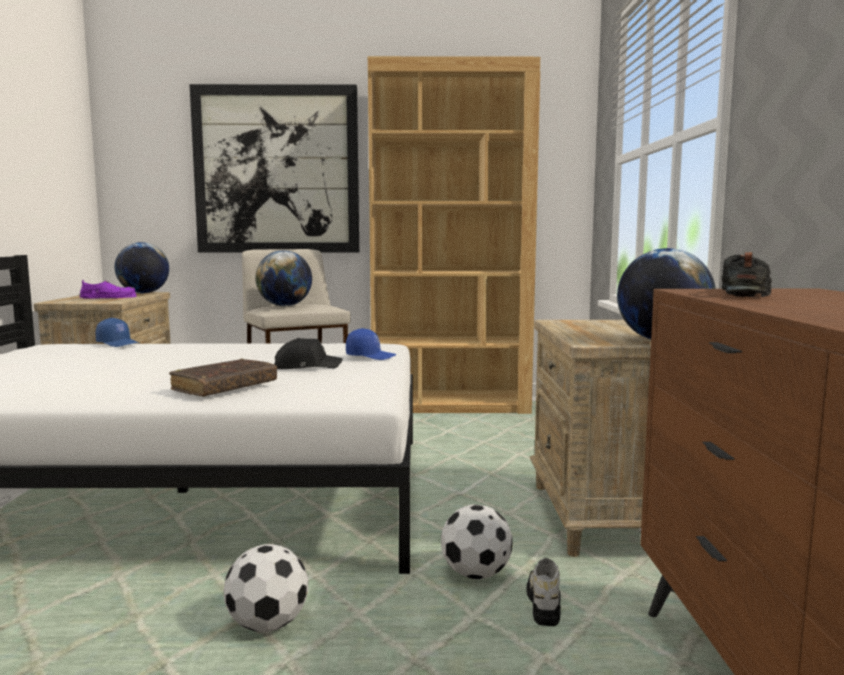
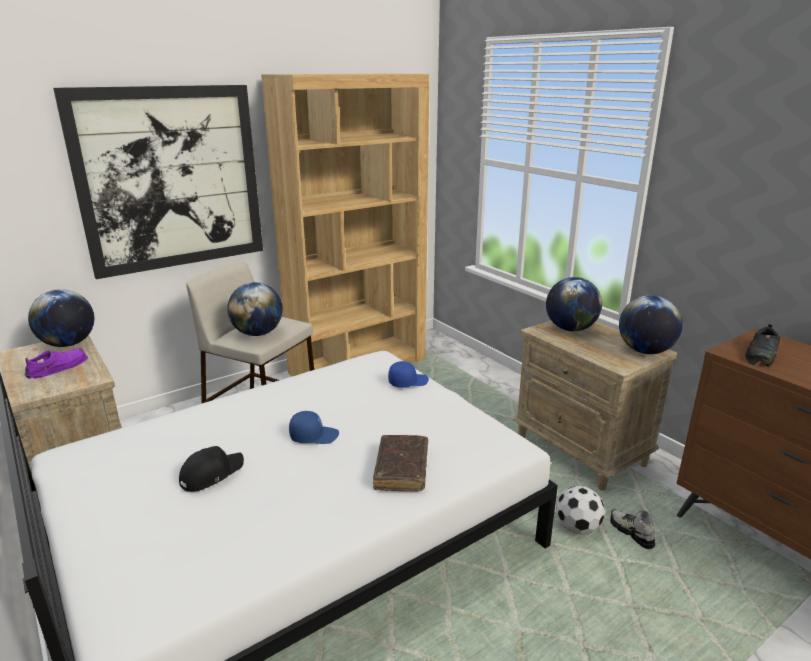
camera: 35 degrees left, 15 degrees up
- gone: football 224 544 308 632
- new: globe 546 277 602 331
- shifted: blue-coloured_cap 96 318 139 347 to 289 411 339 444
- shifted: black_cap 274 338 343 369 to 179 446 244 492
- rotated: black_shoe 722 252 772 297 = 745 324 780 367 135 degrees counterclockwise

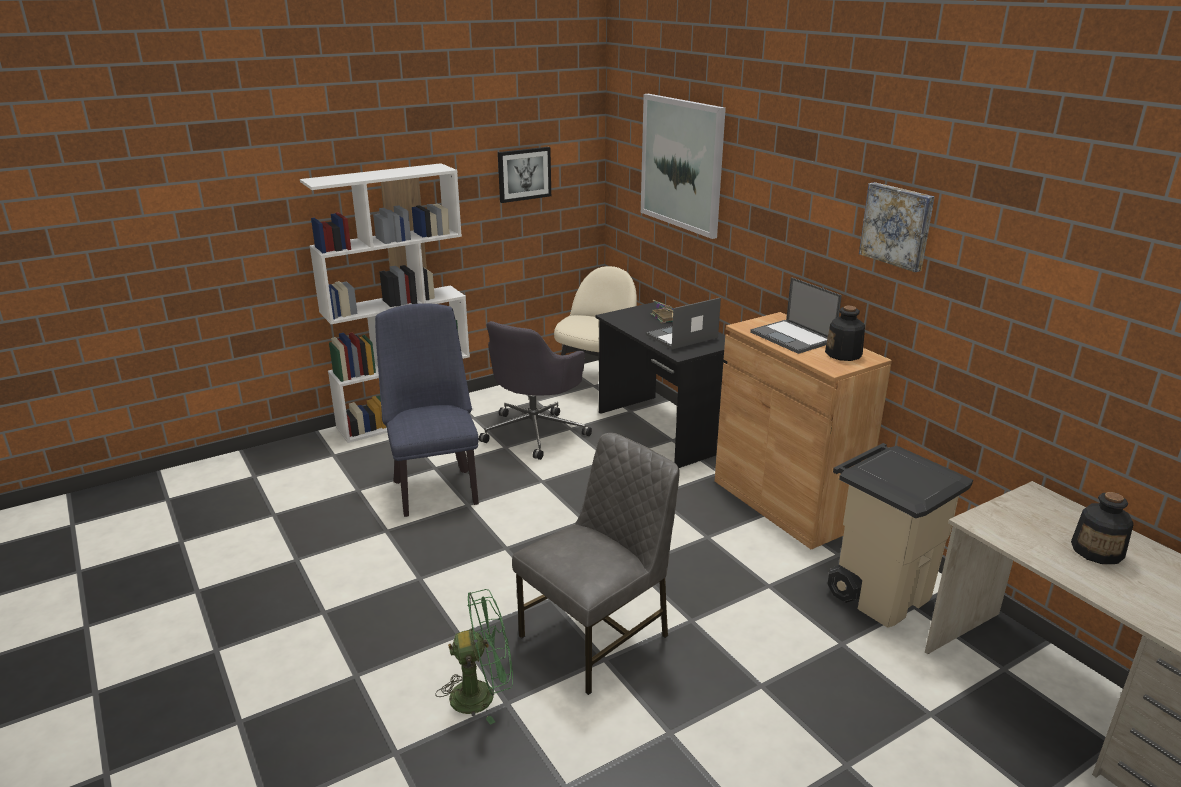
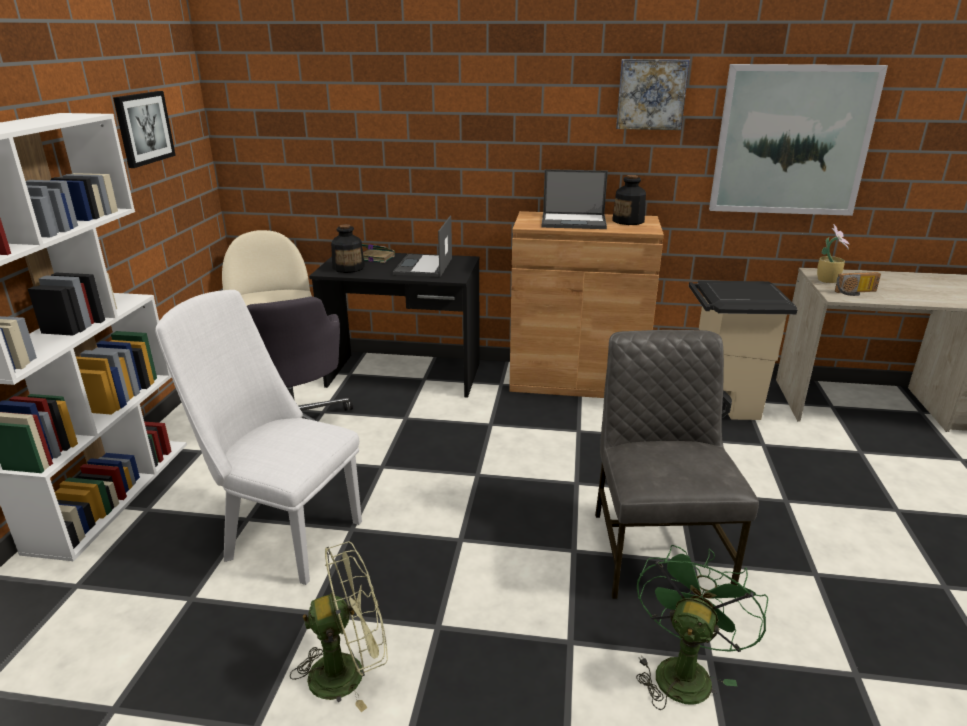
camera: 50 degrees left, 0 degrees up
- new: green_electric_fan 290 542 388 712
- new: houseplant 817 224 850 283
- new: radio_set 835 272 881 296
- shifted: wall_picture 641 94 726 239 to 709 64 888 216
- shifted: bottle 1071 492 1134 564 to 331 224 365 273
- repainted: blue-coloured_upright_chair 375 303 479 517 to white-coloured_upright_chair 155 290 362 585

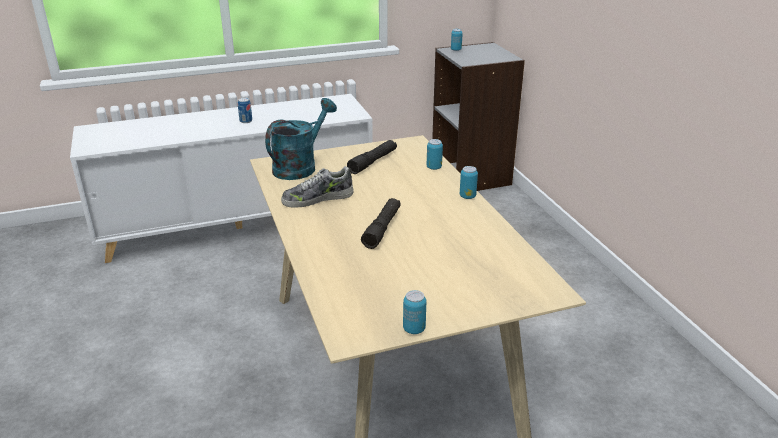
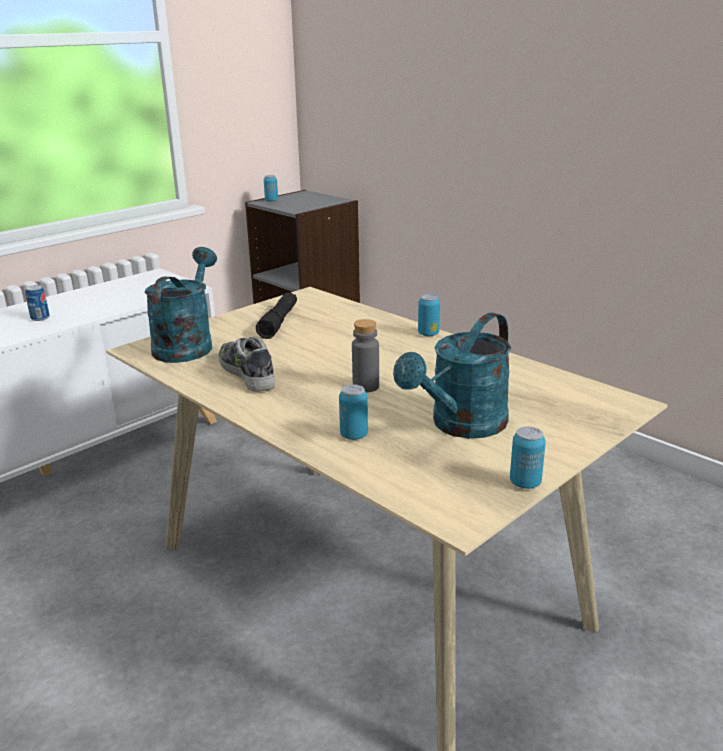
camera: 25 degrees left, 5 degrees down
- new: blue-green_watering_pot 393 312 511 439
- shifted: metal_can 427 139 443 170 to 339 384 368 440
- swapped: black_flashlight 361 198 401 249 to gray_bottle 352 319 379 392
- rotated: shoe 281 166 354 208 = 218 337 275 392 105 degrees clockwise

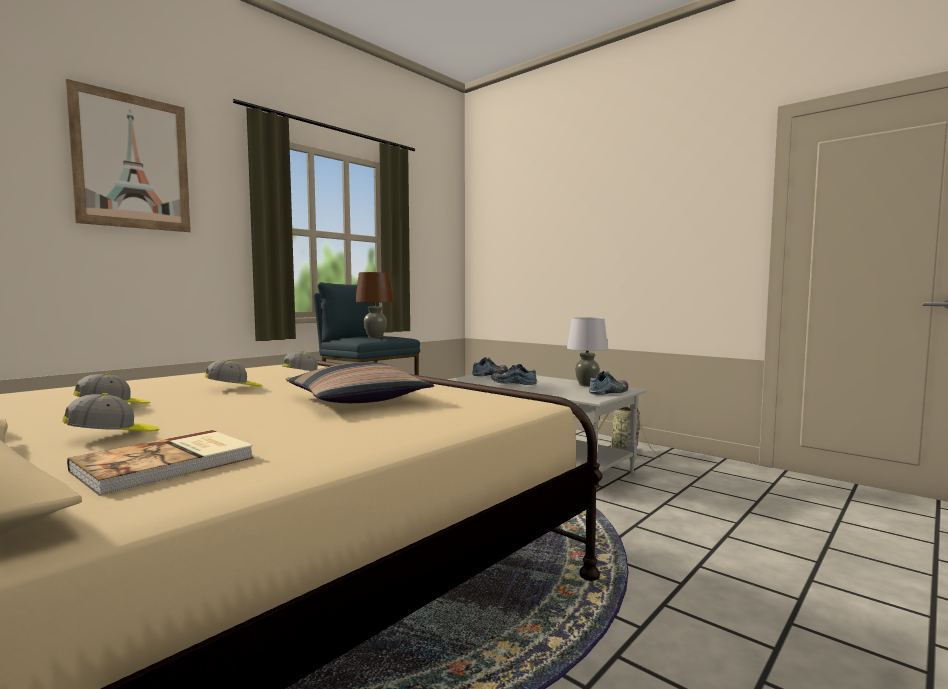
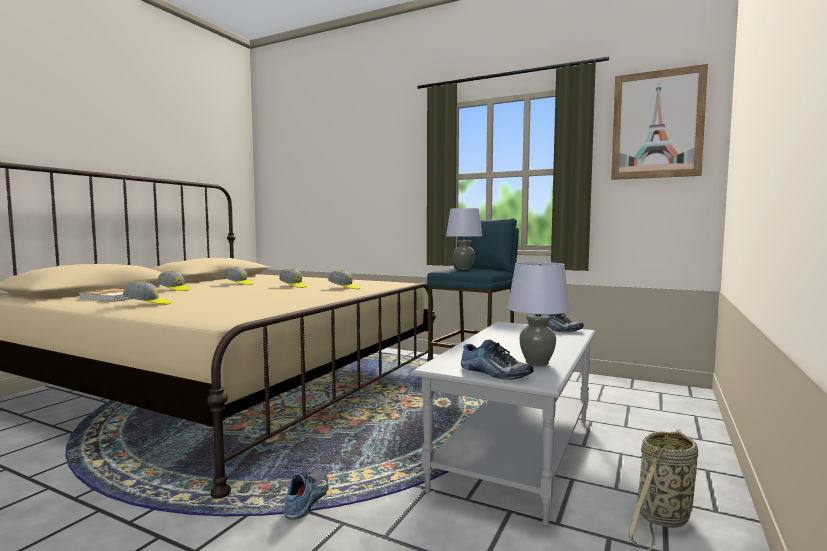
camera: 75 degrees right, 0 degrees up
- gone: pillow 286 362 434 403
- new: cap 123 281 171 304
- shifted: wall_picture 65 79 191 232 to 611 64 708 180
- shifted: shoe 491 364 537 385 to 284 470 329 520
- repainted: brownish_lamp_for_a_table 355 272 394 338 to gray_lamp_for_a_table 446 208 482 270

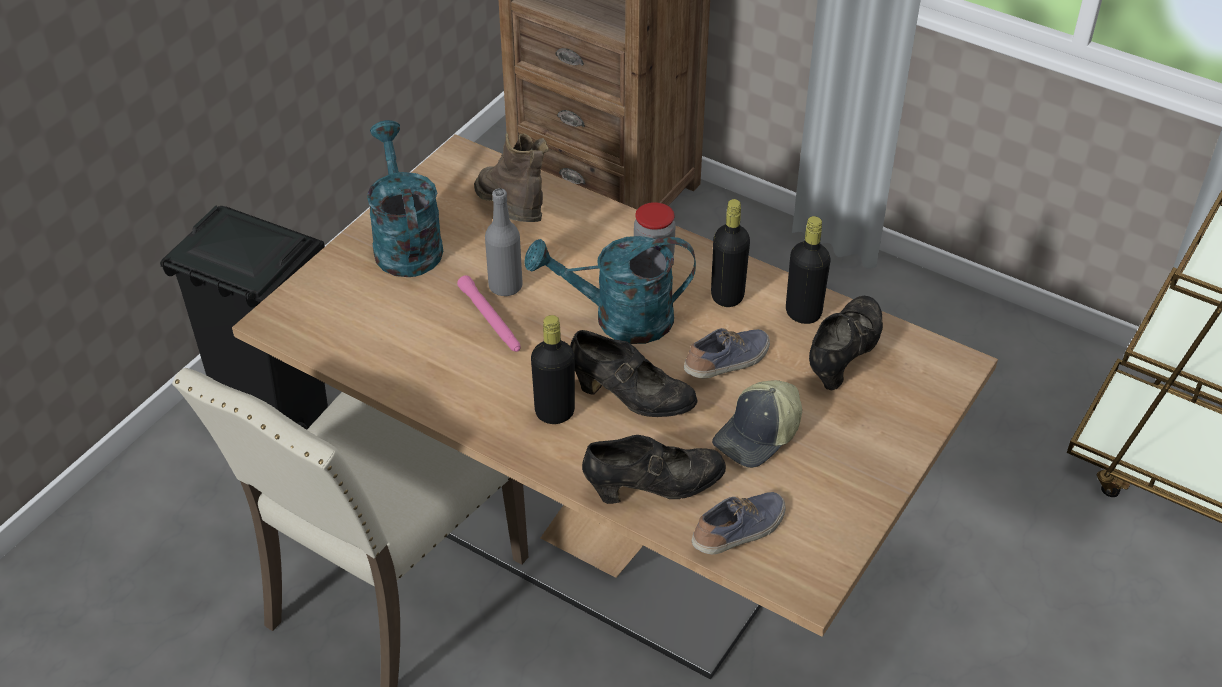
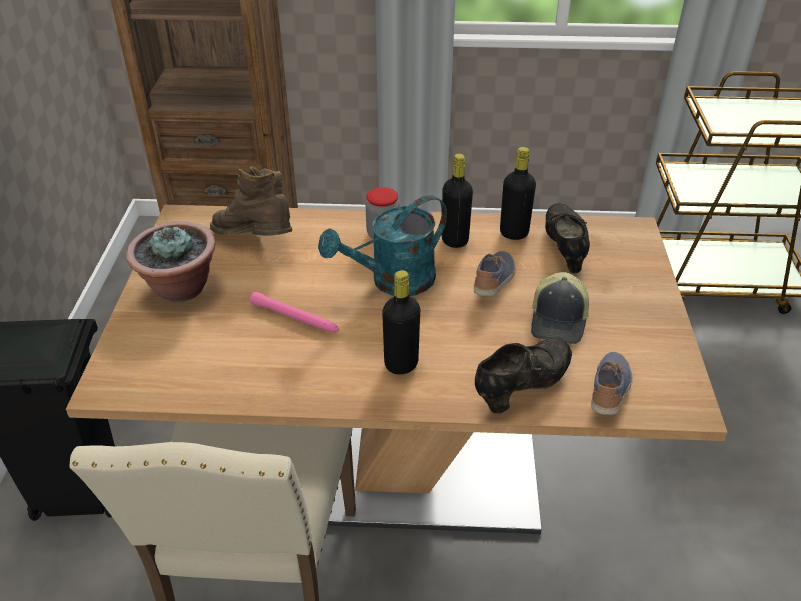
camera: 30 degrees left, 5 degrees down
- gone: gray_bottle 485 188 523 297
- gone: black_shoe 570 330 698 417
- swapped: blue-green_watering_pot 367 120 443 277 to houseplant 126 221 216 302

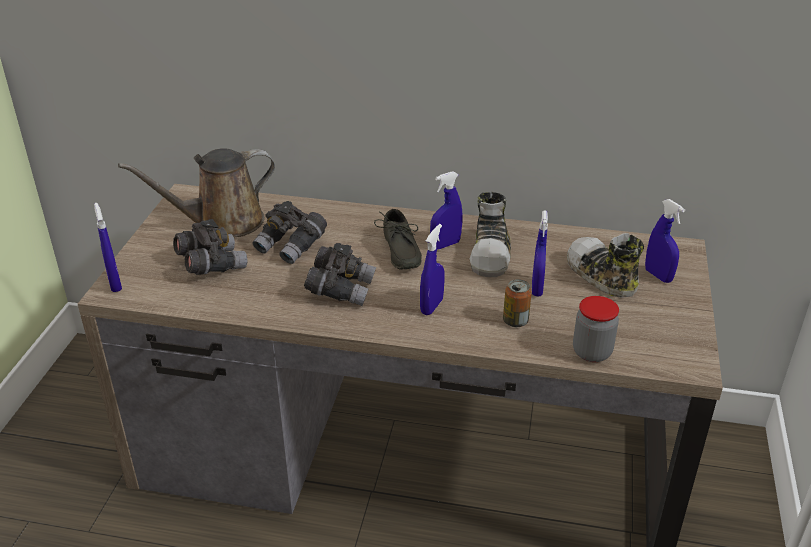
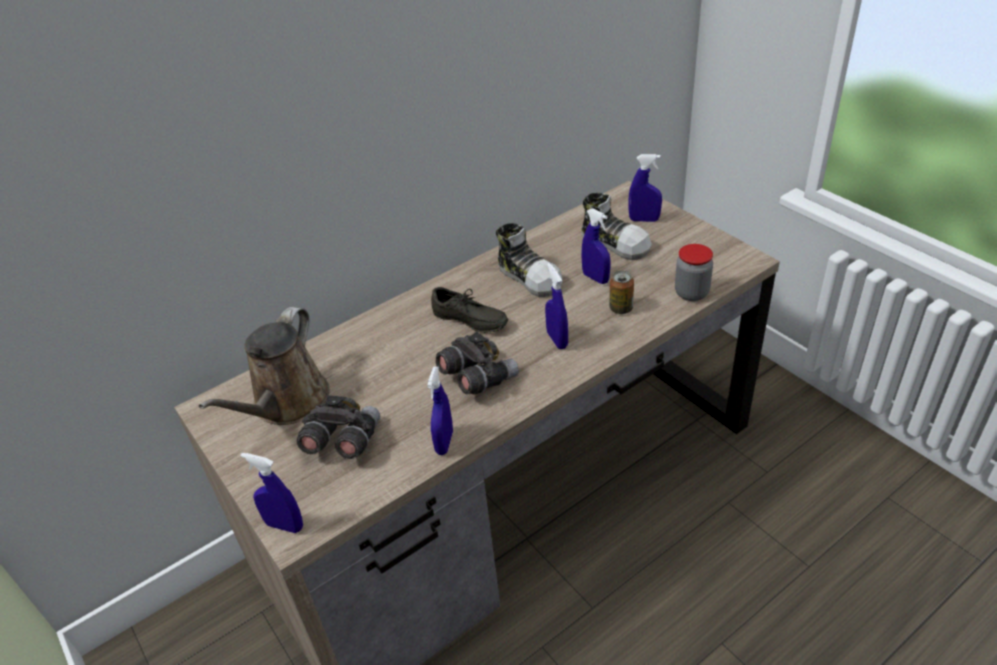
camera: 45 degrees left, 5 degrees up
- gone: gray_binoculars 252 201 327 264
- shifted: blue-coloured_spray_bottle 430 171 463 249 to 427 367 453 455
- rotated: shoe 567 233 644 298 = 581 193 652 260 150 degrees counterclockwise

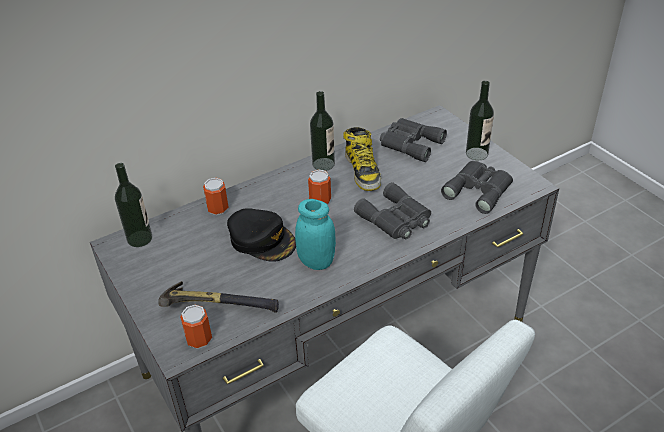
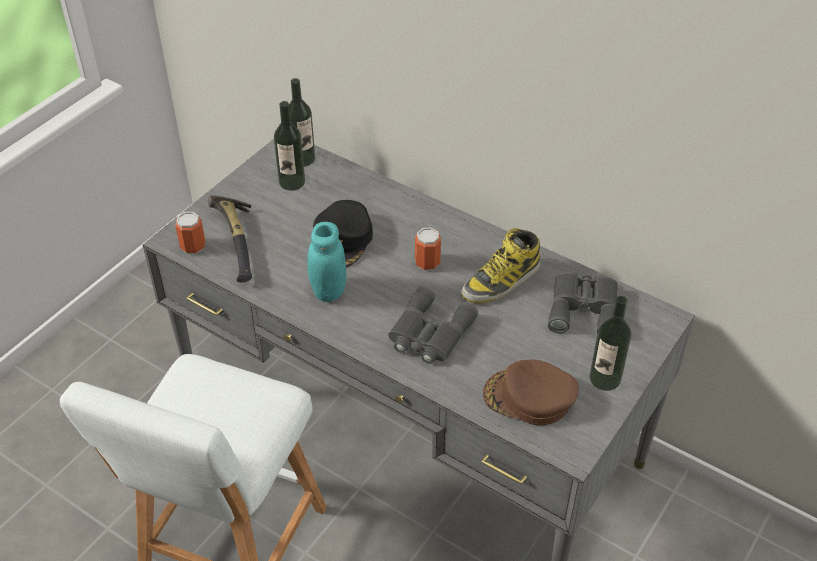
camera: 65 degrees right, 5 degrees up
- gone: metal_can 203 178 229 215
- shifted: bottle 310 91 335 171 to 274 101 305 191
- swapped: gray_binoculars 441 161 513 214 to brownish_cap 483 360 579 426

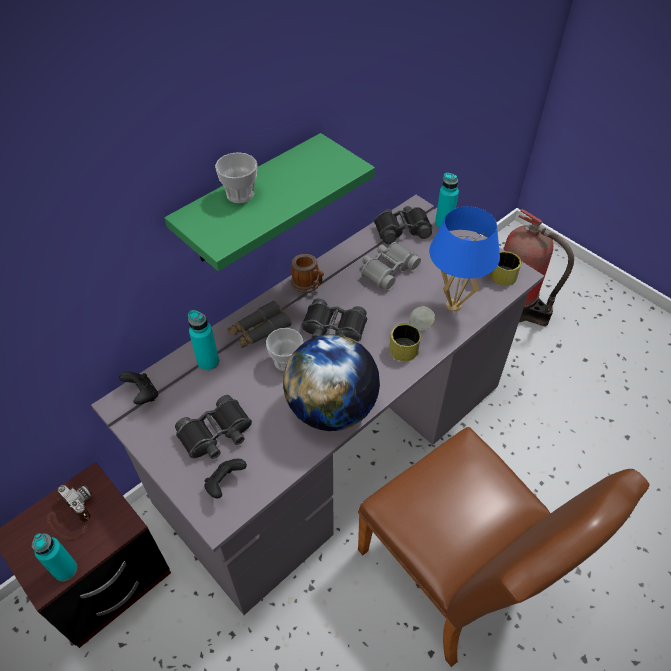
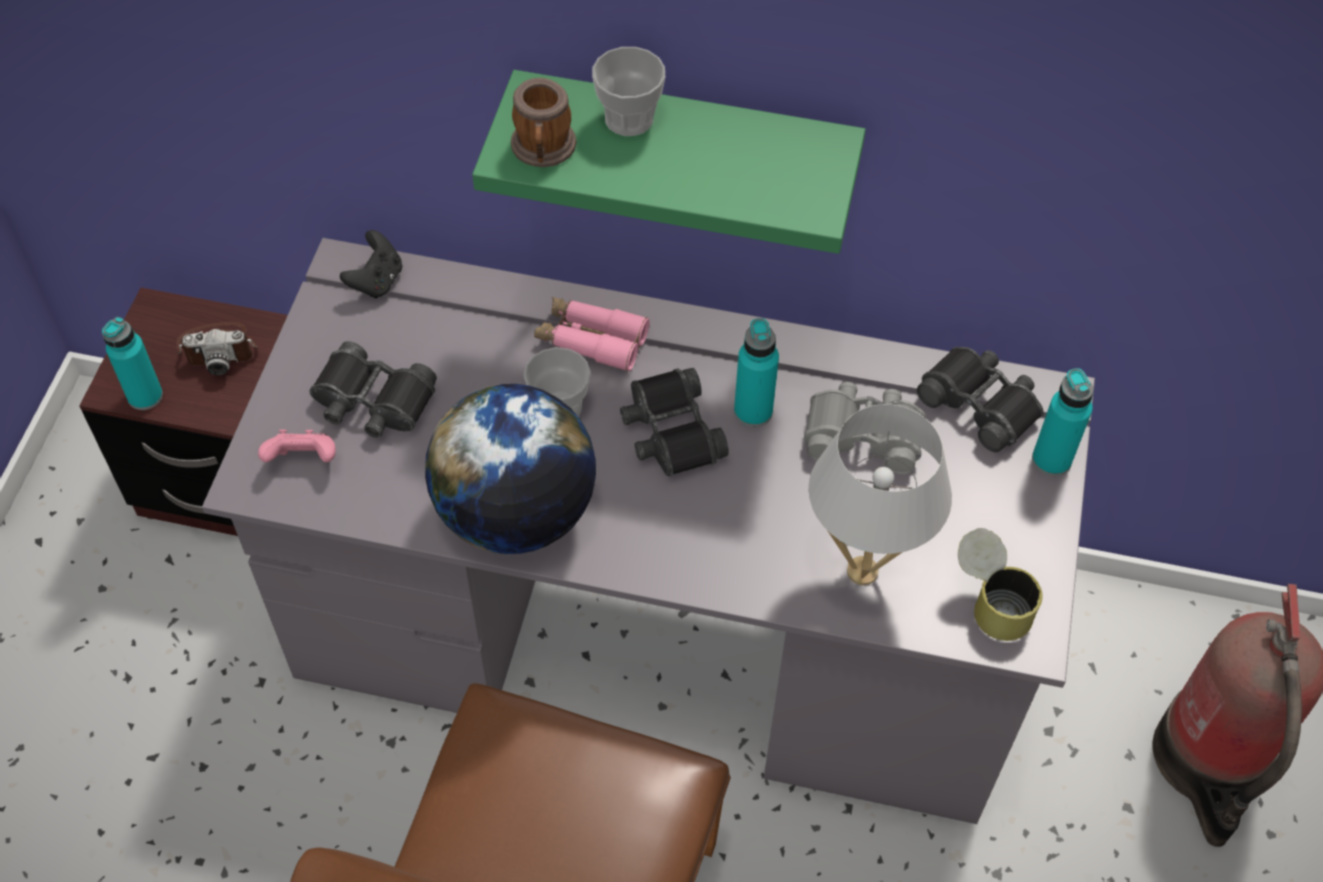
camera: 55 degrees right, 5 degrees up
- gone: metal_can 389 306 435 361
- shifted: blue-green_bottle 188 310 219 371 to 734 318 779 427
- shifted: coffee_mug 291 254 324 293 to 511 78 577 167
- repainted: black_game_controller 204 459 247 498 to pinkish_game_controller 258 429 336 462
- repainted: gray_binoculars 227 300 291 348 to pinkish_binoculars 534 297 650 372
- repainted: blue-coloured_lamp_for_a_table 429 206 500 311 to white-coloured_lamp_for_a_table 809 404 952 585
- rotated: still_camera 47 485 92 540 = 176 322 258 375 75 degrees clockwise

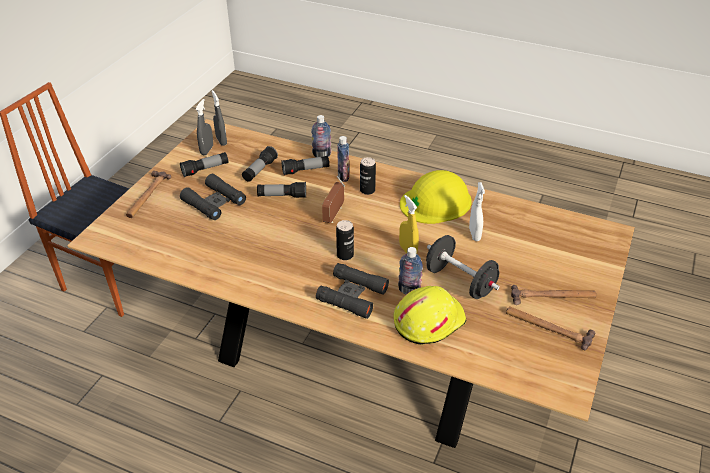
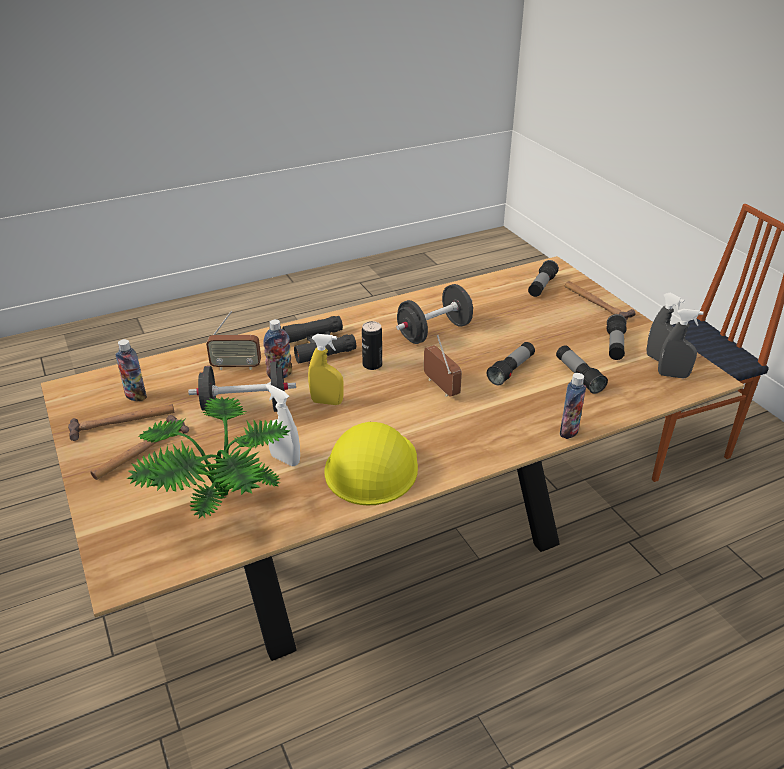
camera: 130 degrees right, 5 degrees down
- gone: black_binoculars 180 174 246 220
- gone: metal_can 360 157 376 195
- new: houseplant 127 397 291 518
- new: black_dumbbell 396 284 473 344
- shifted: flashlight 281 156 329 175 to 528 260 559 297
- shifted: bottle 337 136 349 182 to 115 339 147 401
- swapped: yellowish_safety_helmet 394 286 466 345 to radio_set 206 311 261 370

